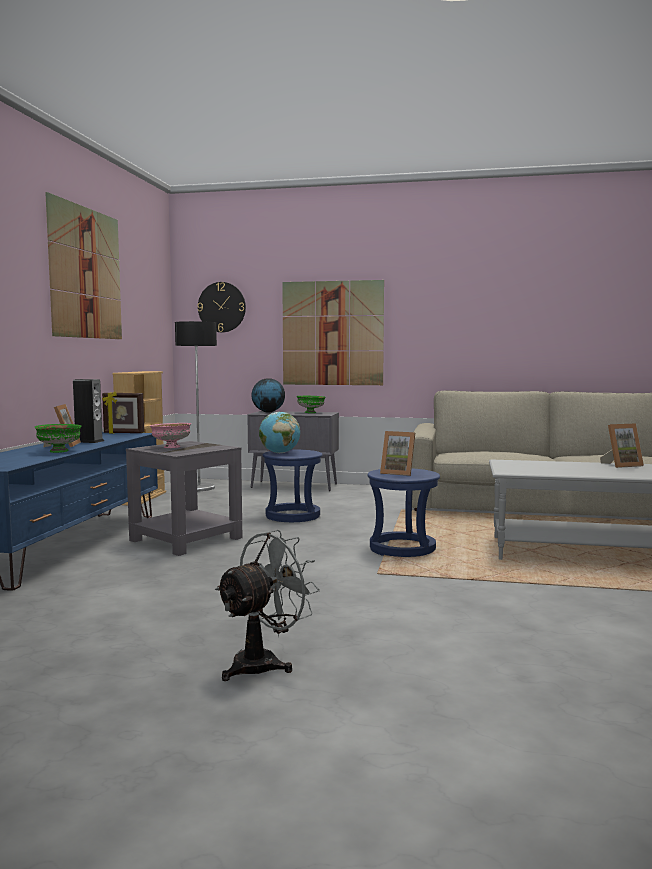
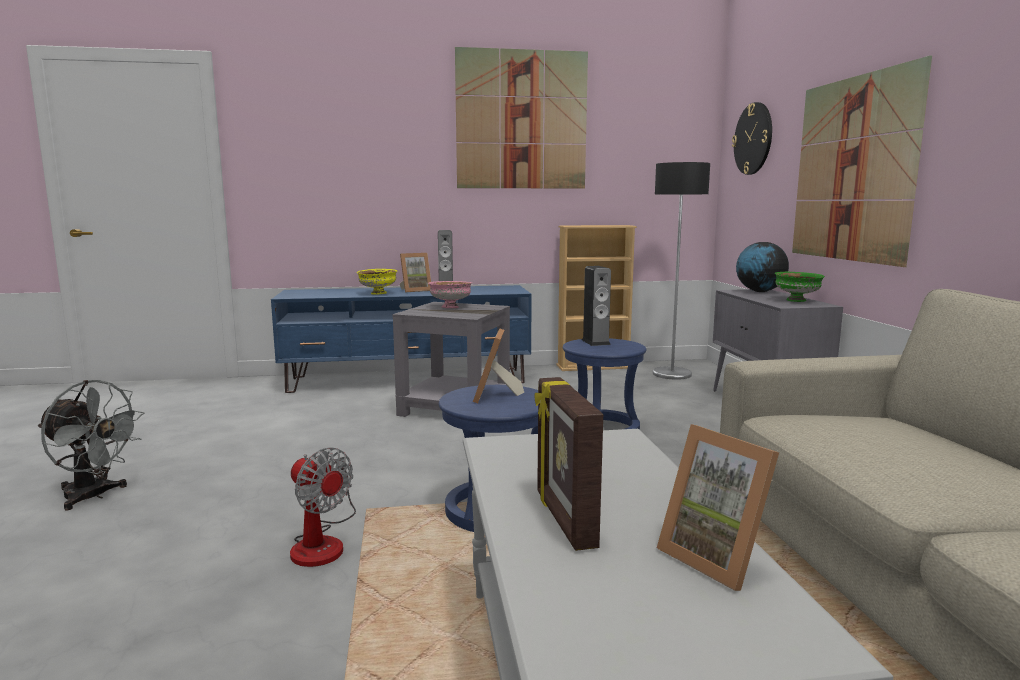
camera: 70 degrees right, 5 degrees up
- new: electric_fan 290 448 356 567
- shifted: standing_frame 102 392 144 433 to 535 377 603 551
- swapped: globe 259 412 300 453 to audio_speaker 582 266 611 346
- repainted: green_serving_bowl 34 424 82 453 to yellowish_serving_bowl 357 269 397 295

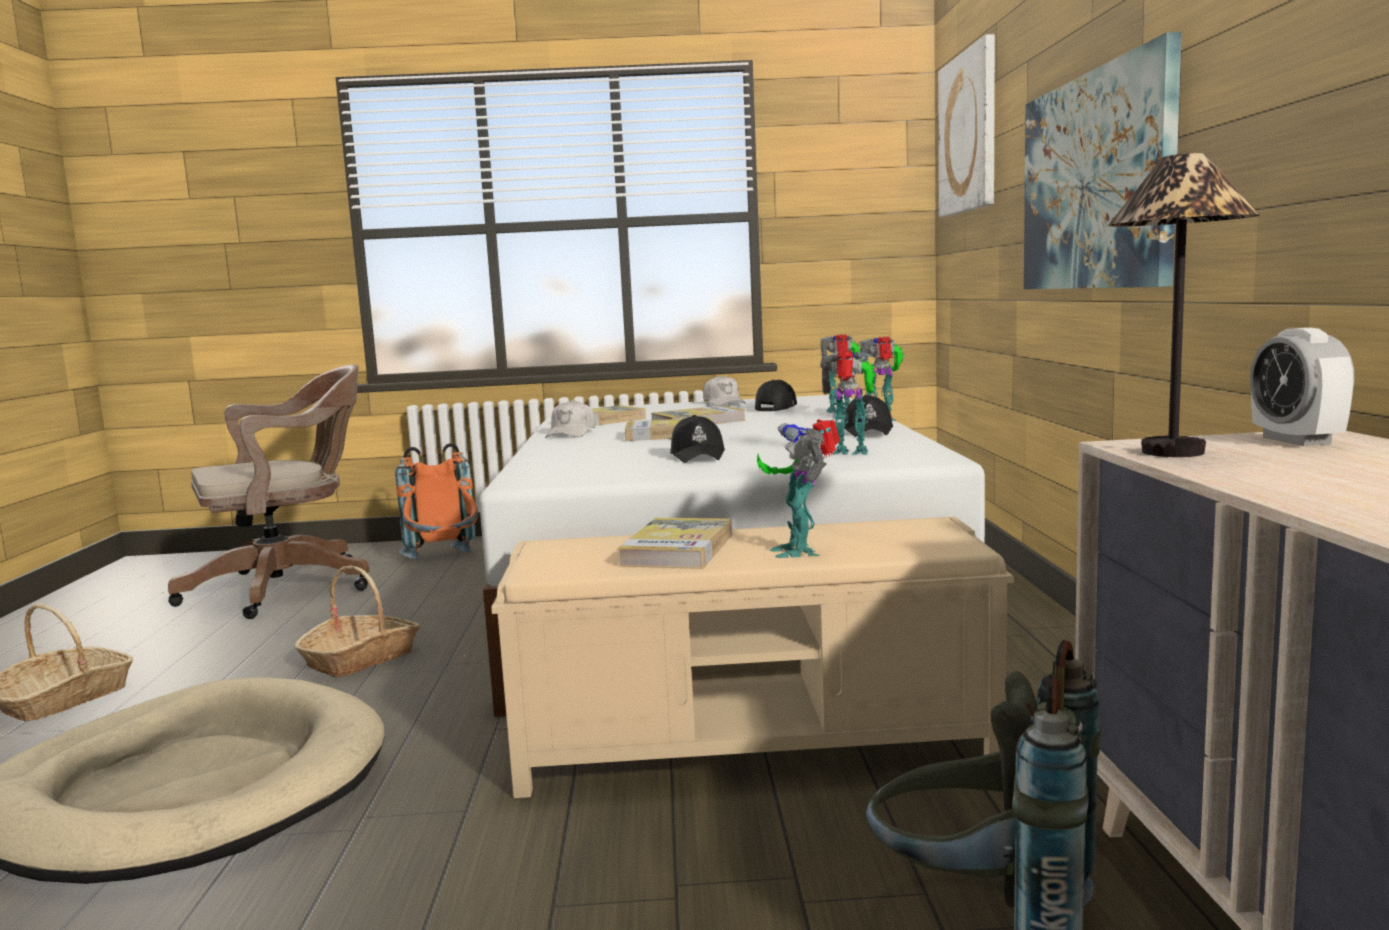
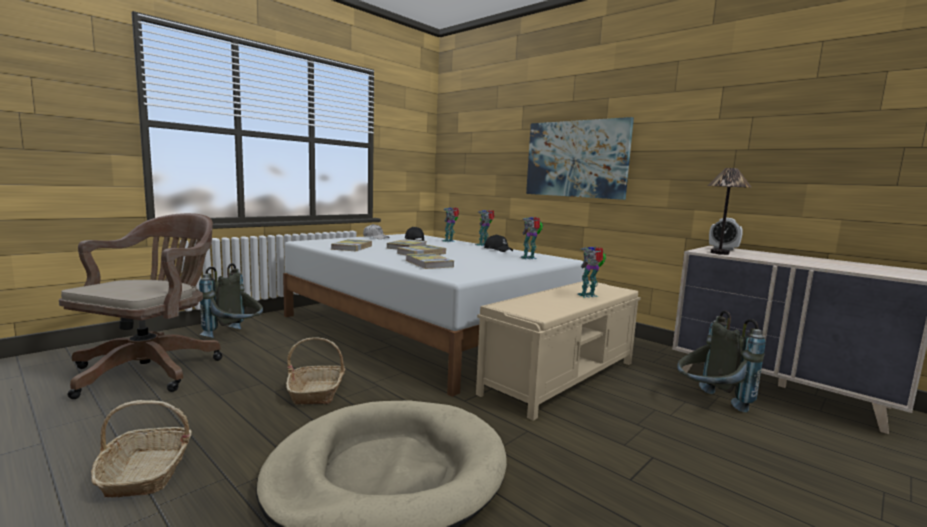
camera: 45 degrees left, 0 degrees up
- gone: white-coloured_cap 545 400 596 438
- gone: black_cap 670 415 725 463
- gone: wall_picture 938 34 995 217
- shifted: book 617 518 732 569 to 406 253 454 269
- repainted: orange-coloured_knapsack 395 443 478 559 to gray_knapsack 199 263 263 338
- rotated: toy_robot 757 419 840 558 = 577 246 606 298 120 degrees clockwise

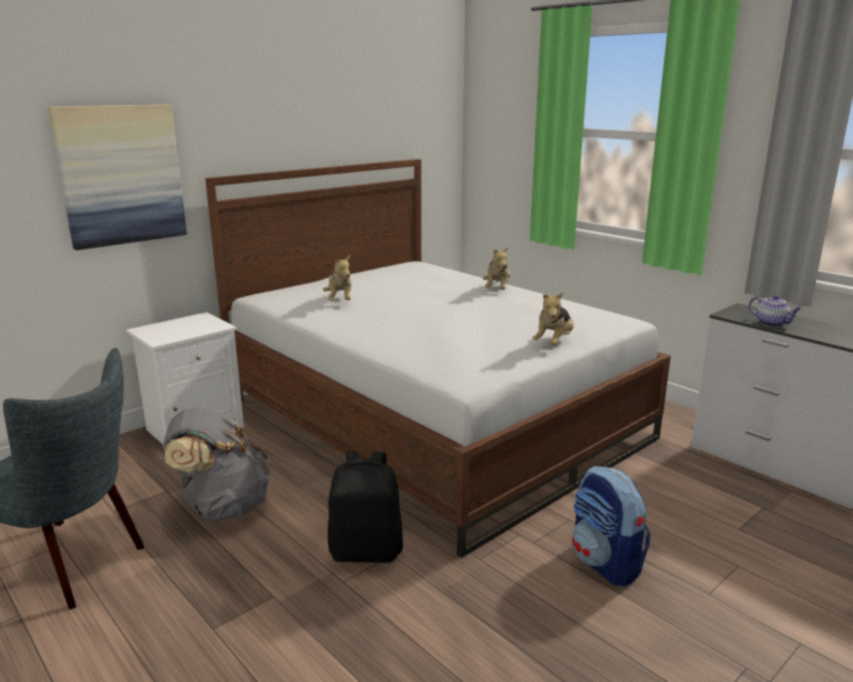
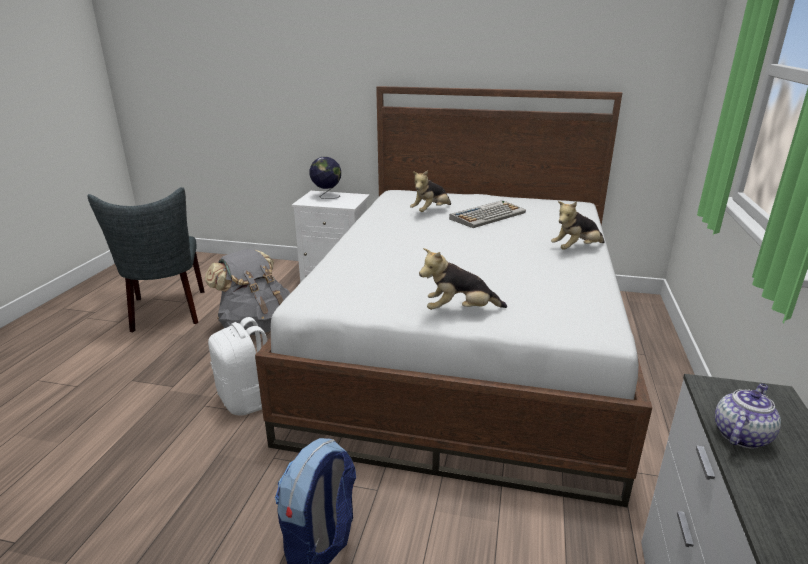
camera: 55 degrees right, 5 degrees up
- gone: wall_picture 48 104 187 250
- new: globe 310 157 341 199
- new: keyboard 449 200 526 228
- repainted: black_knapsack 328 451 403 563 to white-coloured_knapsack 208 317 267 415
- rotated: tea_pot 749 295 801 327 = 715 383 781 449 150 degrees counterclockwise

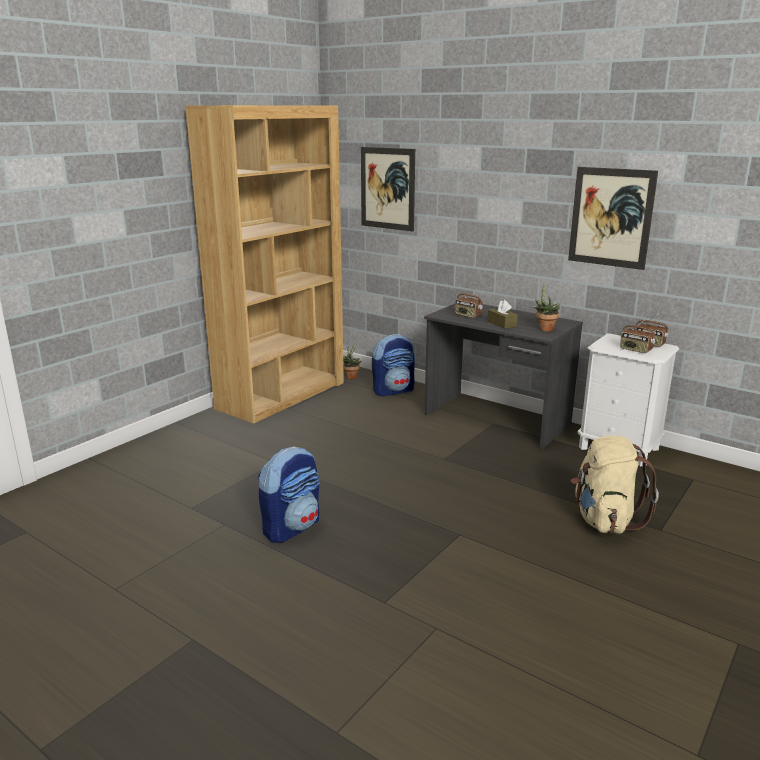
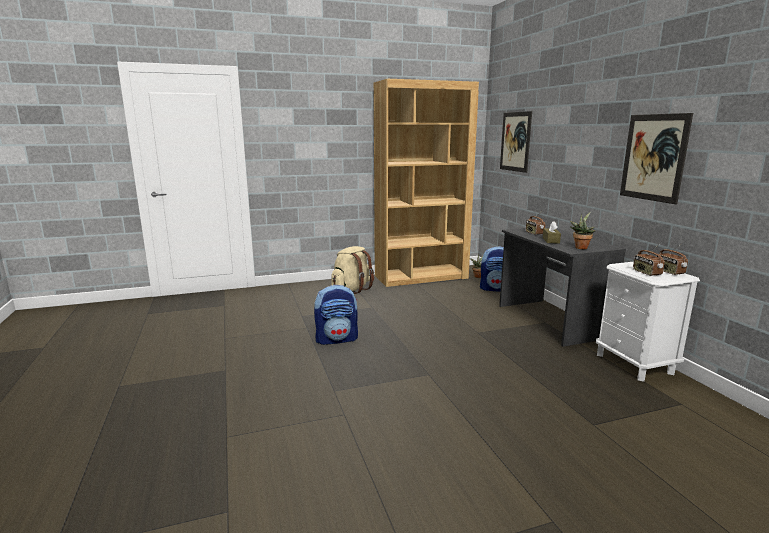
camera: 35 degrees right, 5 degrees down
- shifted: beige-coloured_knapsack 571 436 659 534 to 331 246 374 294

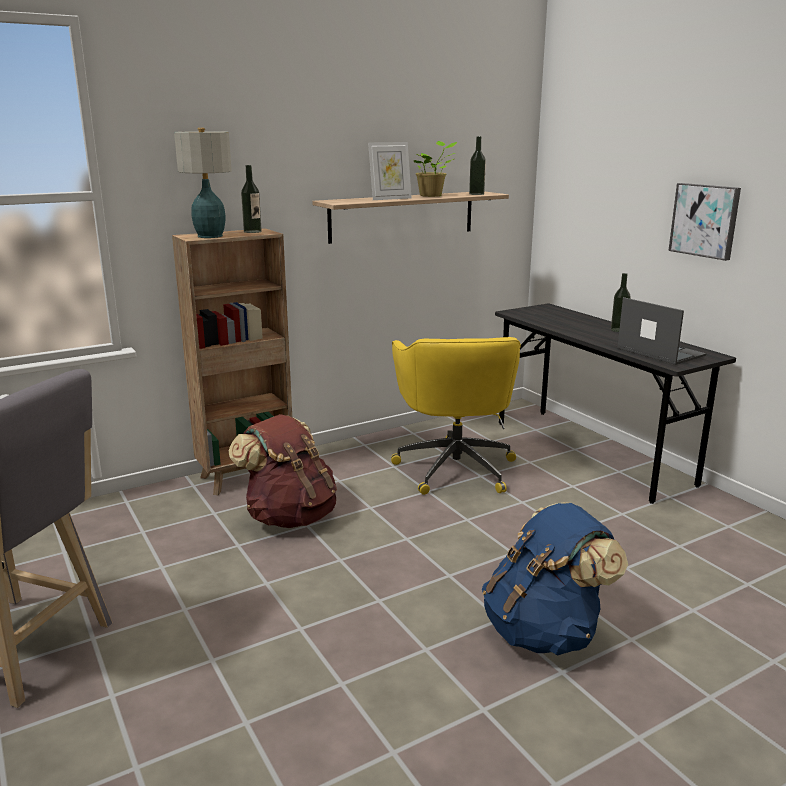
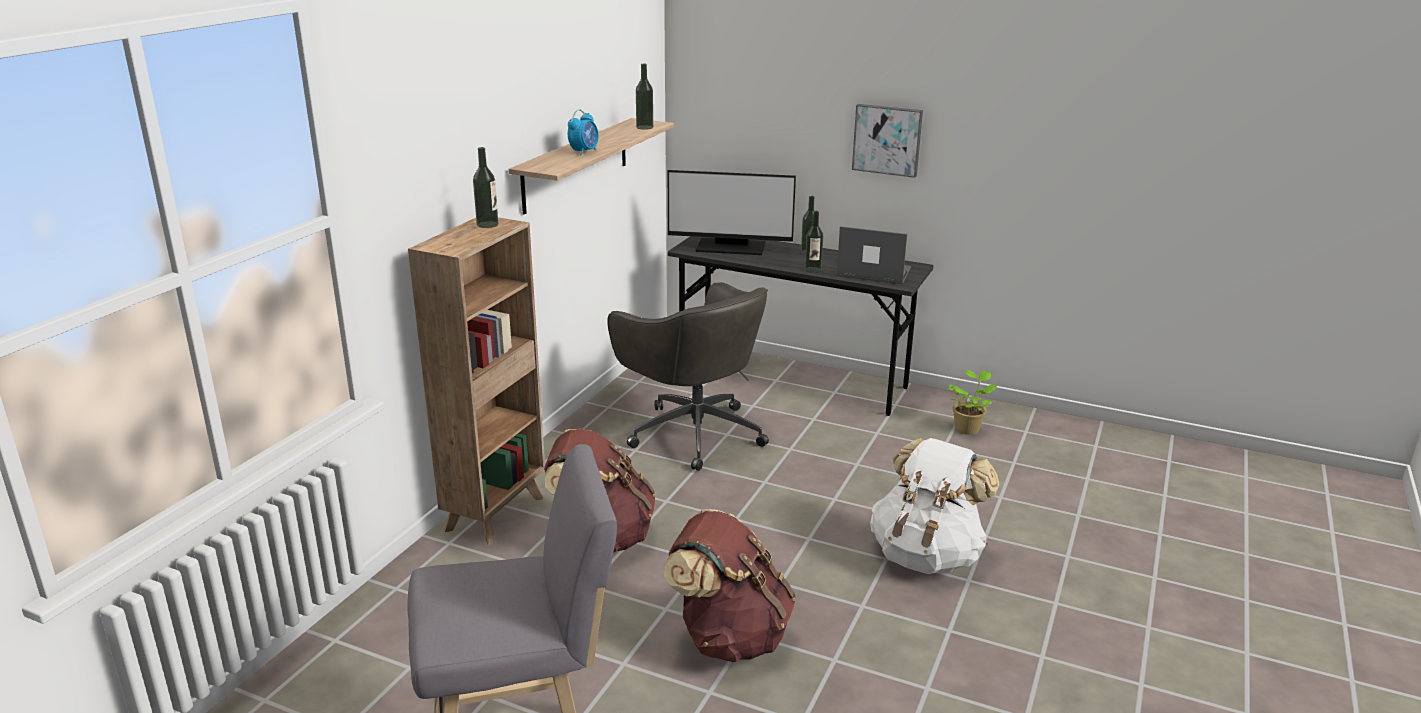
camera: 35 degrees left, 5 degrees up
- gone: lamp_for_a_table 174 128 232 238
- new: brownish_knapsack 664 509 796 662
- new: computer_display 668 170 796 255
- new: bottle 805 211 823 273
- shifted: houseplant 414 141 457 197 to 947 370 997 435
- swapped: standing_frame 368 142 412 200 to bedside_clock 568 109 598 156
- repainted: yellowish_office_chair 391 337 521 495 to gray_office_chair 607 282 769 471
- repainted: blue-coloured_knapsack 482 502 628 655 to white-coloured_knapsack 870 438 999 574

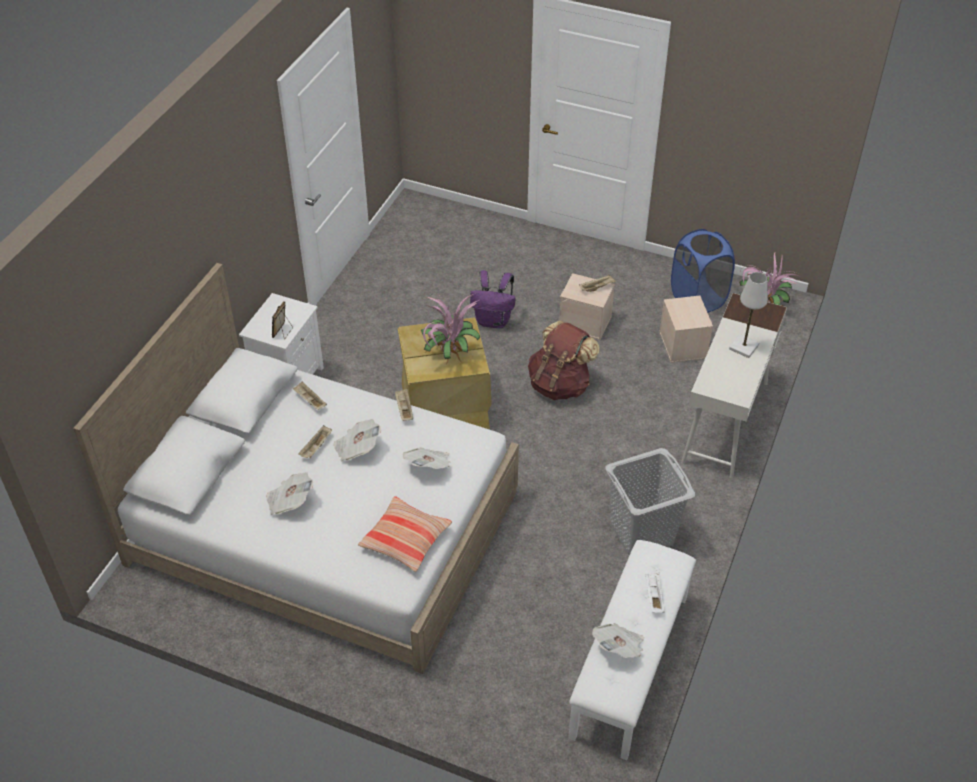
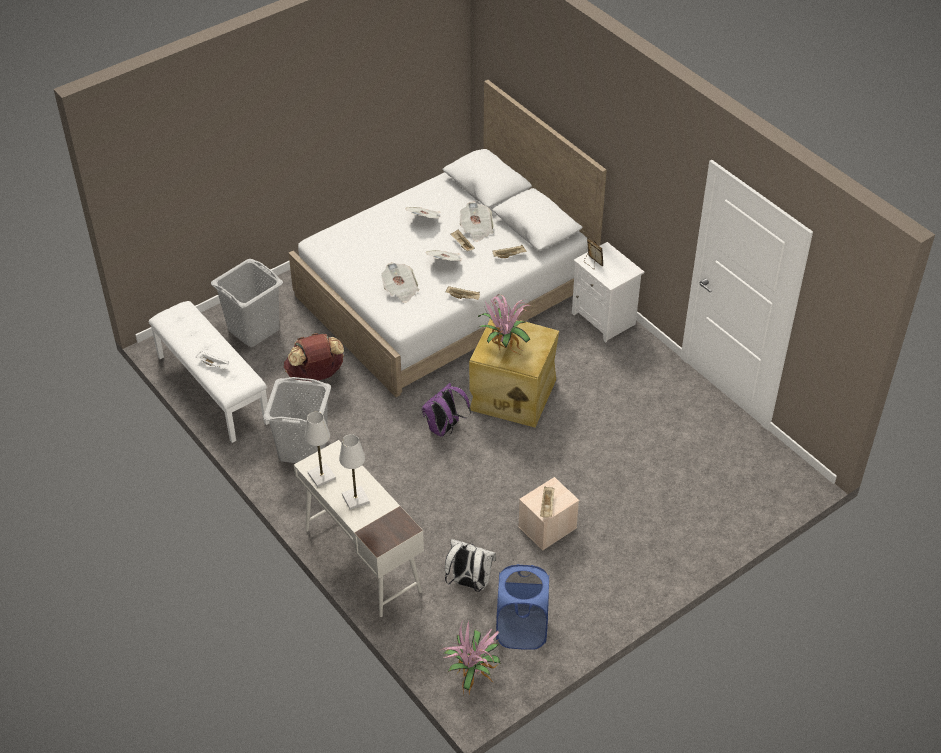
camera: 120 degrees right, 0 degrees up
- gone: pillow 358 496 452 572
- new: gray_hamper 211 259 283 347
- new: white-coloured_lamp_for_a_table 305 412 336 487
- shifted: purplish_knapsack 470 270 515 328 to 422 383 471 437
- shifted: brownish_knapsack 528 321 599 400 to 284 333 344 381
- shifted: newspaper 592 623 644 658 to 459 202 494 242
- swapped: beige-coloured_storage_bin 659 296 713 363 to white-coloured_knapsack 445 539 496 592

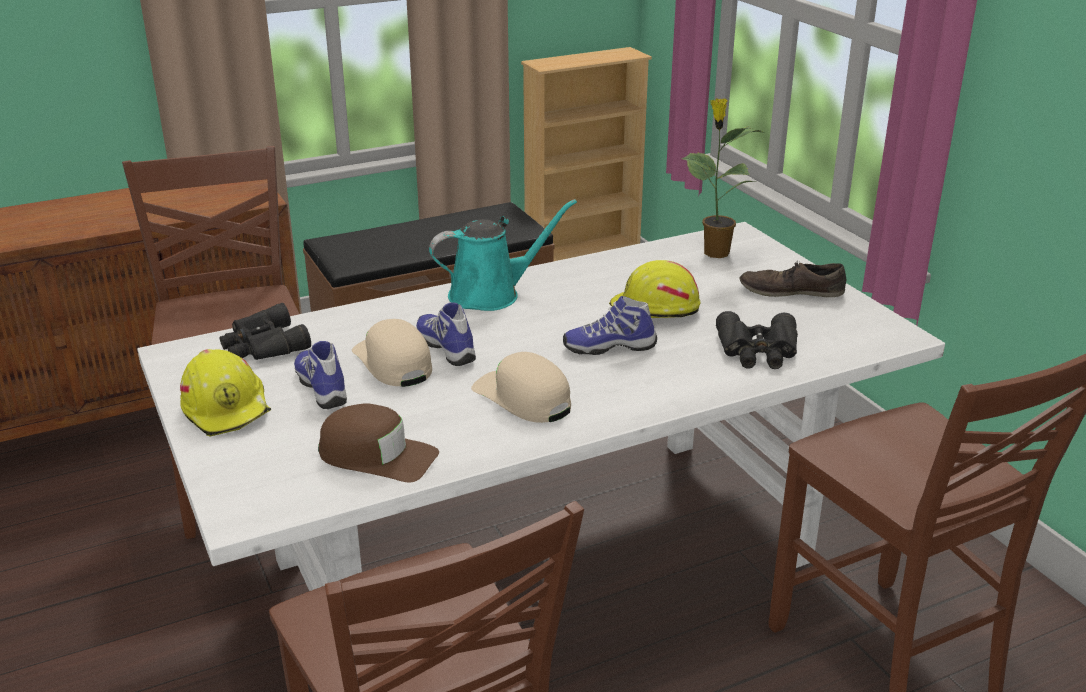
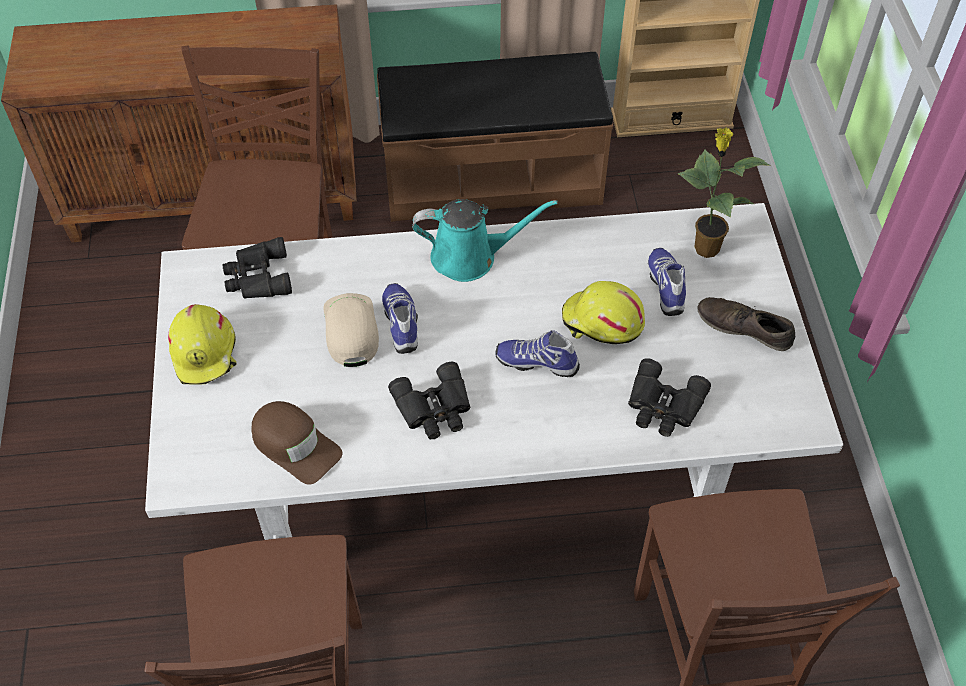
camera: 20 degrees right, 25 degrees up
- shifted: shoe 294 341 347 409 to 648 248 686 316
- swapped: beige-coloured_cap 471 352 571 423 to black_binoculars 388 362 471 439

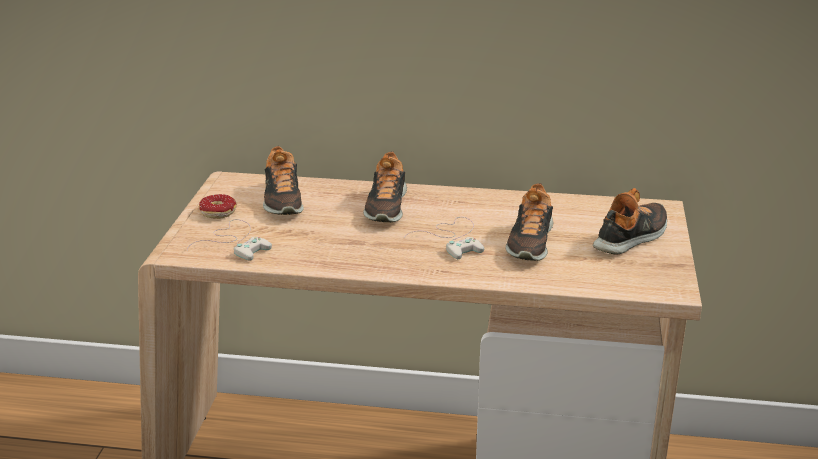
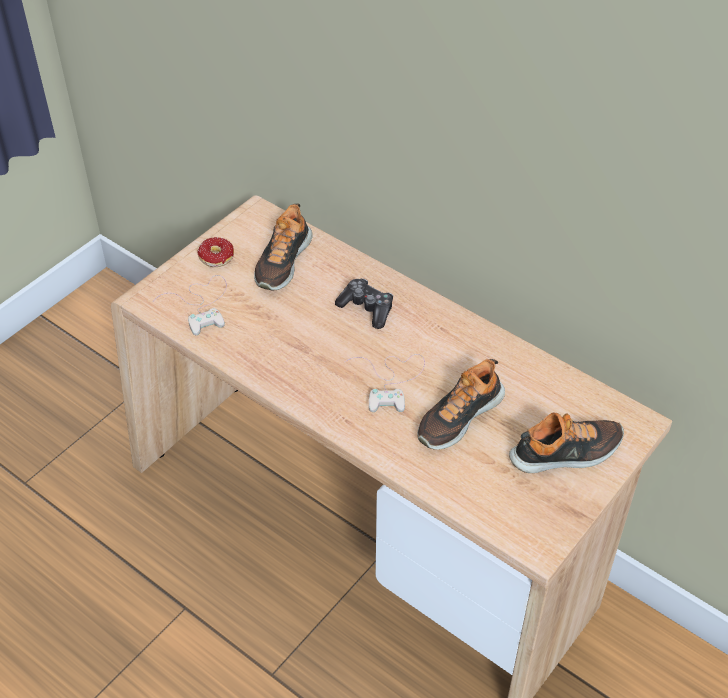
camera: 30 degrees right, 20 degrees up
- swapped: shoe 363 151 407 222 to game_controller 335 279 393 329

